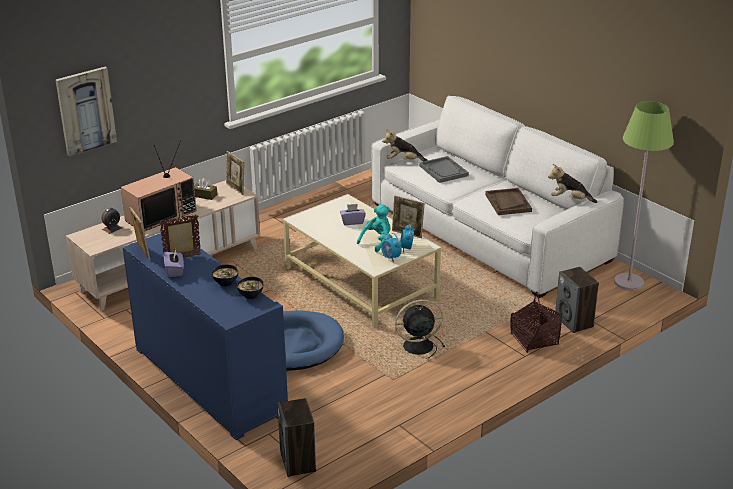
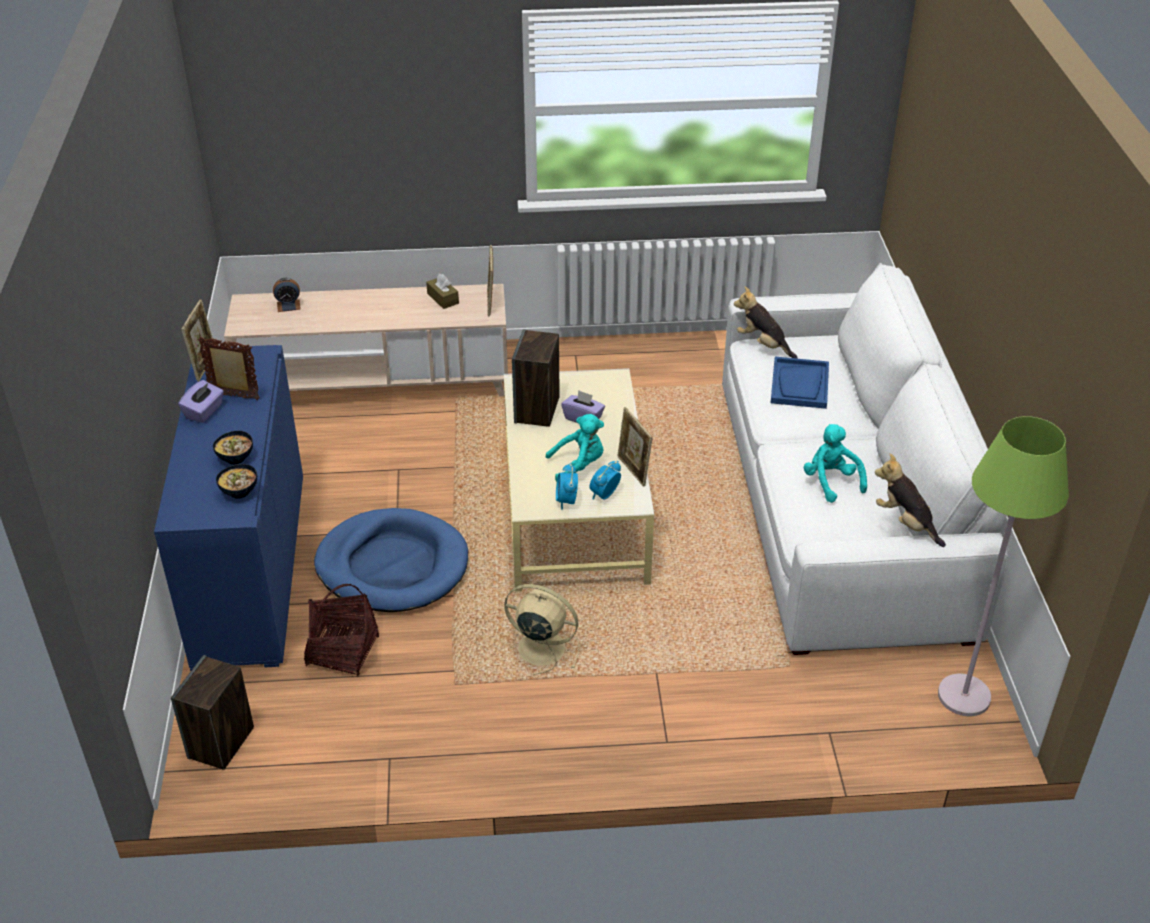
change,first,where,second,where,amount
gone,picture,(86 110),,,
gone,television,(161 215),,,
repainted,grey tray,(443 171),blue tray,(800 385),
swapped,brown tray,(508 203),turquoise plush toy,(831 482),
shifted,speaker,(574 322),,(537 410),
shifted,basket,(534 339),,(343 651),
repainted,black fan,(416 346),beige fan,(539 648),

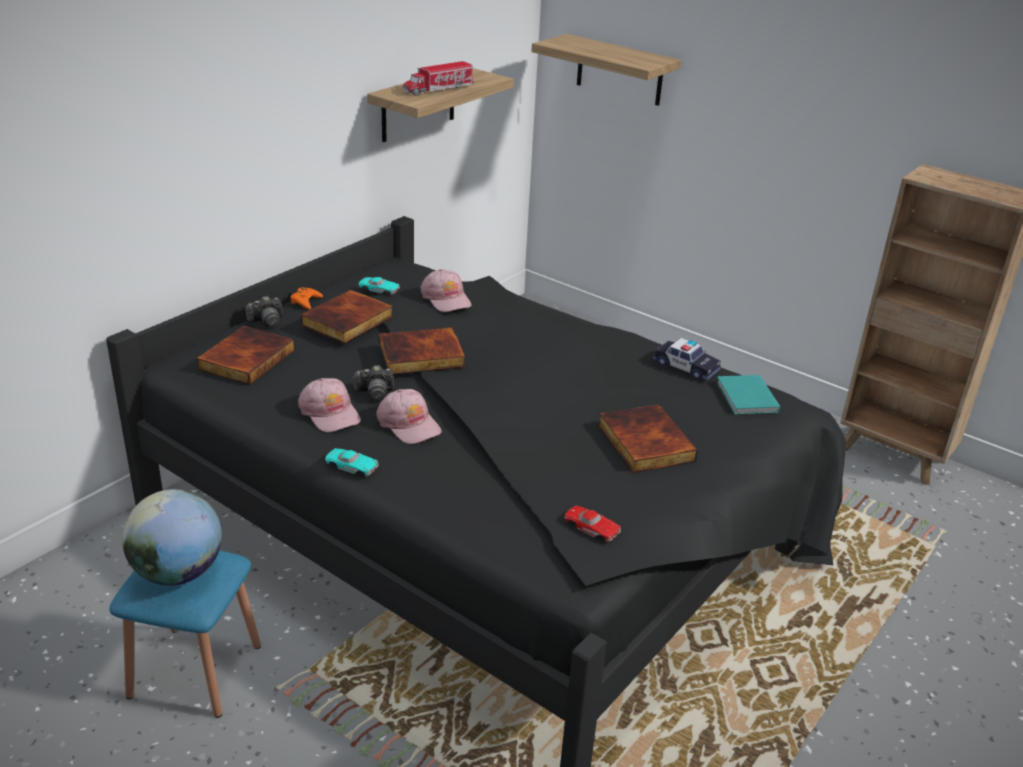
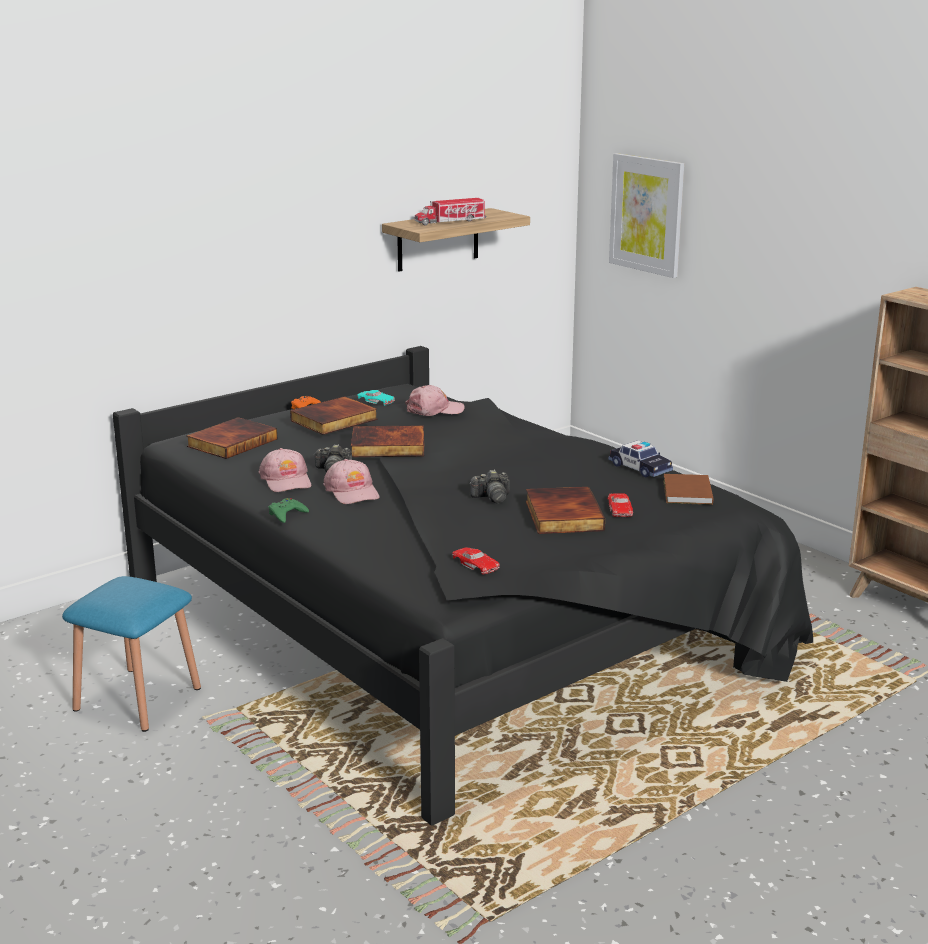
change,first,where,second,where,amount
swapped,shelf,(619 70),picture,(647 214),
rotated,pink cap,(446 299),,(434 410),90 degrees counterclockwise
shifted,photo camera,(267 321),,(492 498),
repainted,turquoise book,(746 398),brown book,(686 493),
swapped,turquoise toy car,(352 465),green game controller,(287 514),
gone,globe,(178 573),,,
new,,,red toy car,(619 508),

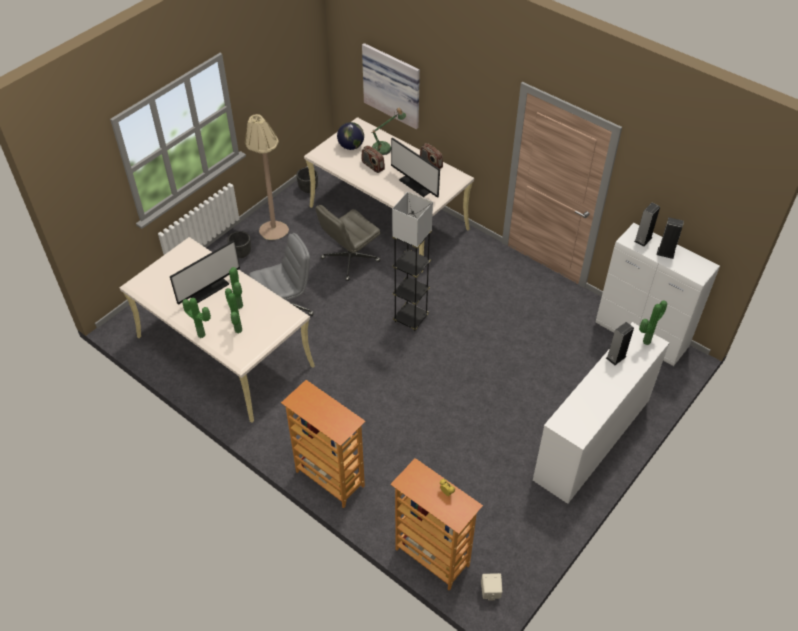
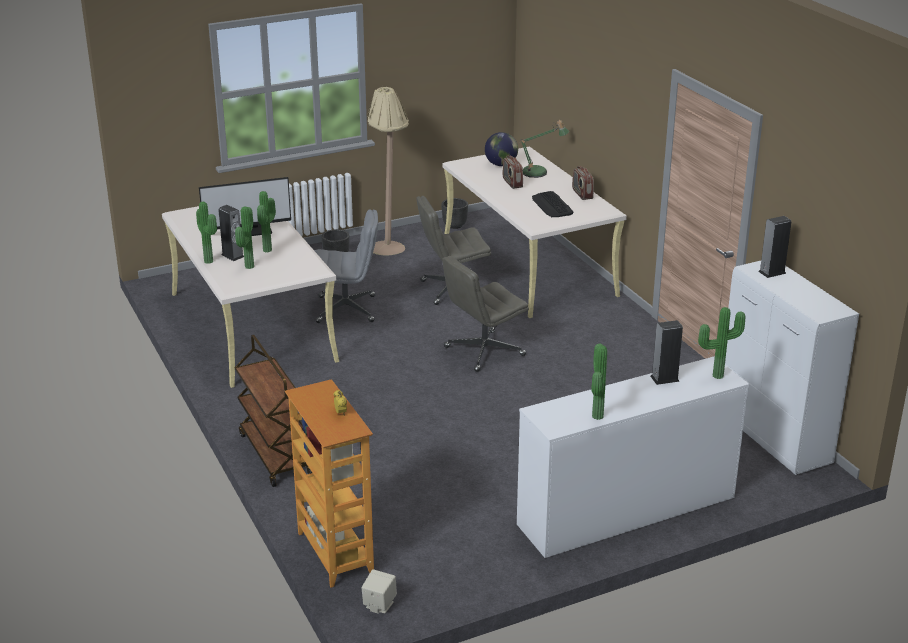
change,first,where,second,where,amount
gone,picture,(393 84),,,
swapped,monitor,(417 184),keyboard,(552 205),
swapped,grey floor lamp,(410 318),grey office chair,(483 352),
shifted,speaker,(665 253),,(232 255),
swapped,bookcase,(329 479),brown cart,(275 455),
new,,,potted plant,(595 416),

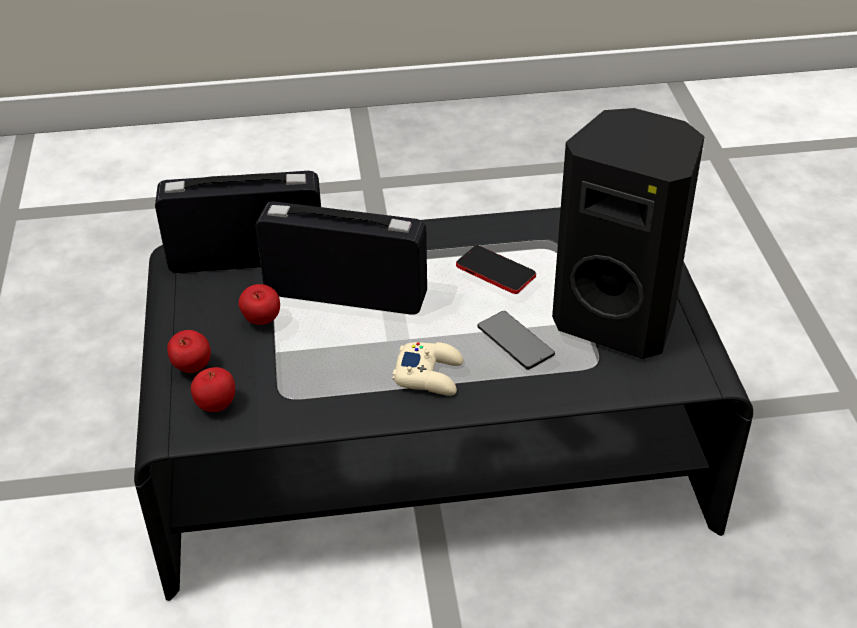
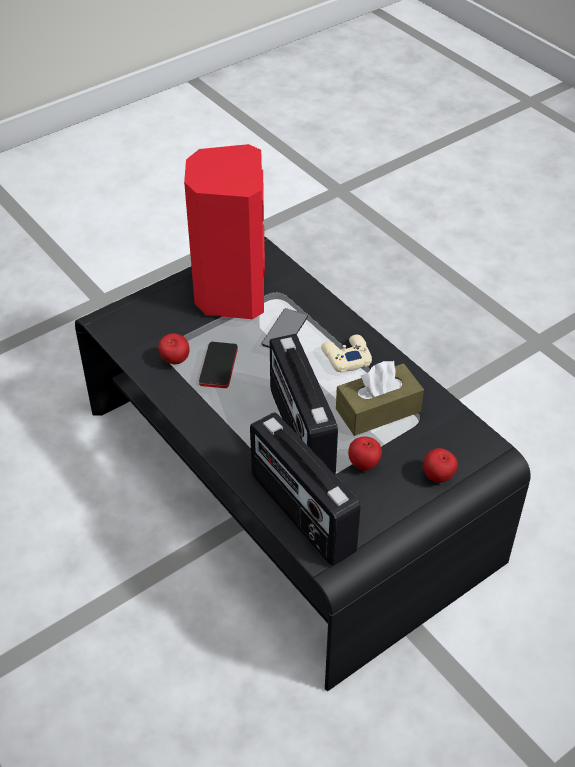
change,first,where,second,where,amount
repainted,black speaker,(618 319),red speaker,(229 294),
shifted,apple,(216 406),,(175 361),
new,,,brown tissue box,(378 410),

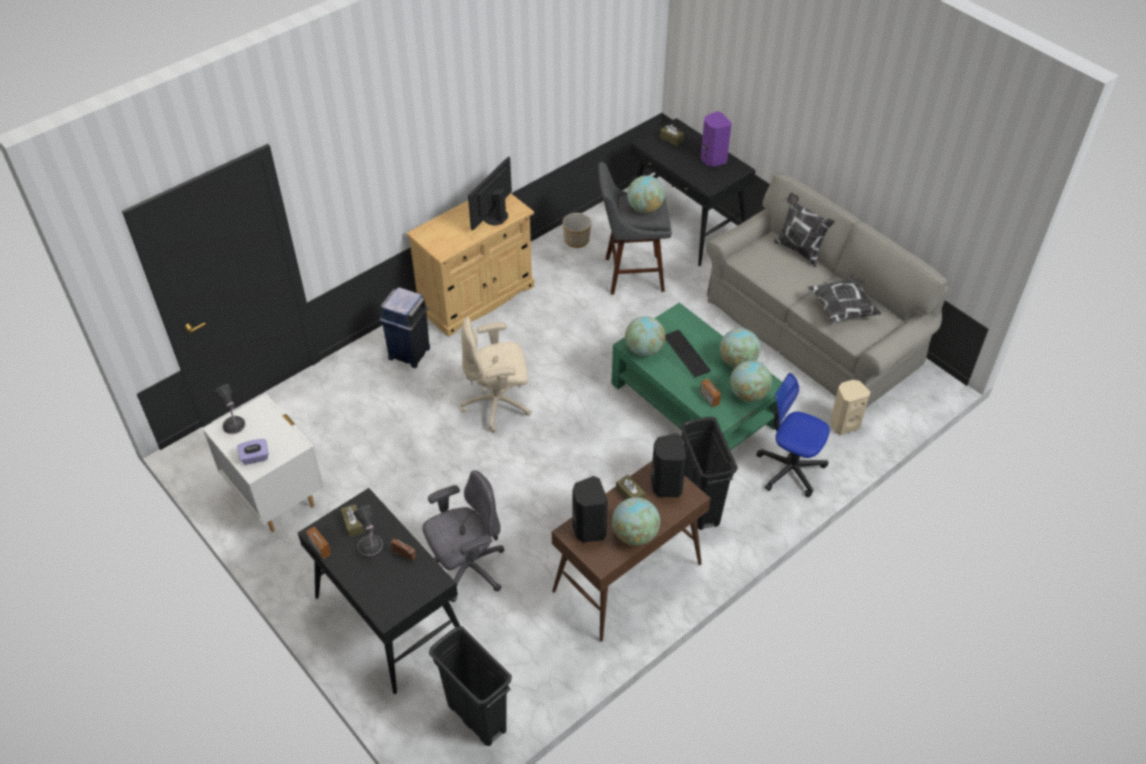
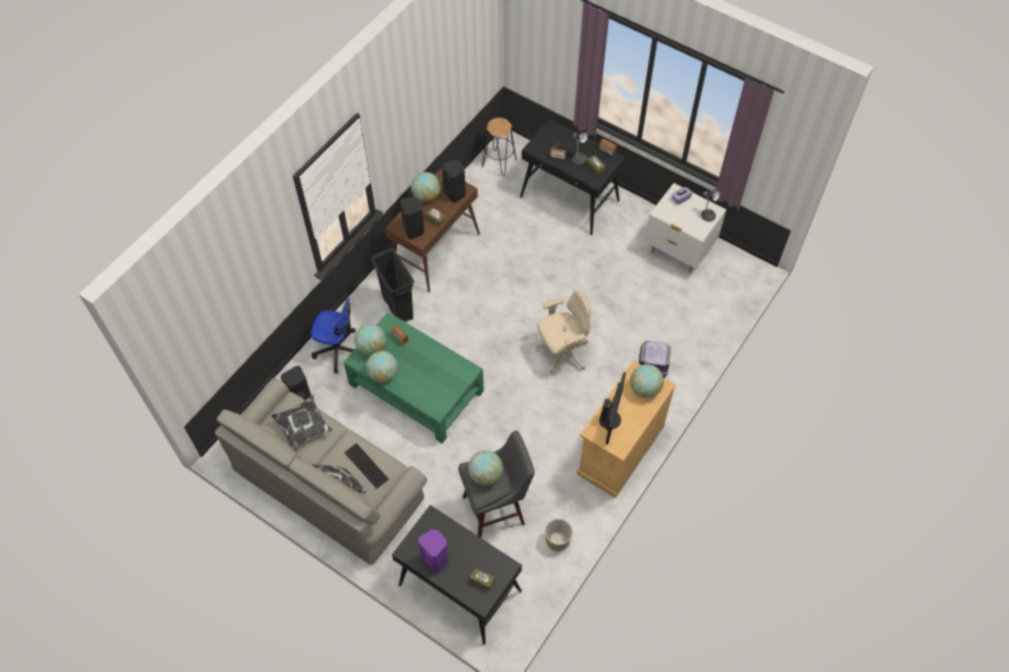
change,first,where,second,where,amount
shifted,globe,(644 350),,(645 389),
shifted,keyboard,(687 352),,(366 467),
repainted,beige speaker,(844 424),black speaker,(300 396),
gone,grey office chair,(467 569),,,
swapped,black trash can,(476 717),black stool,(499 163),

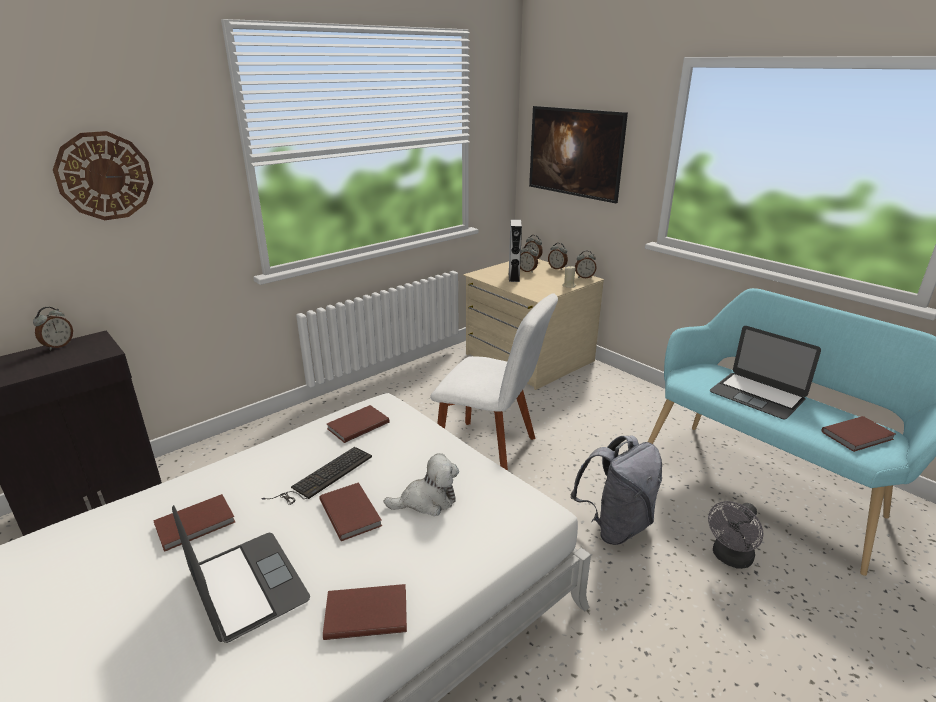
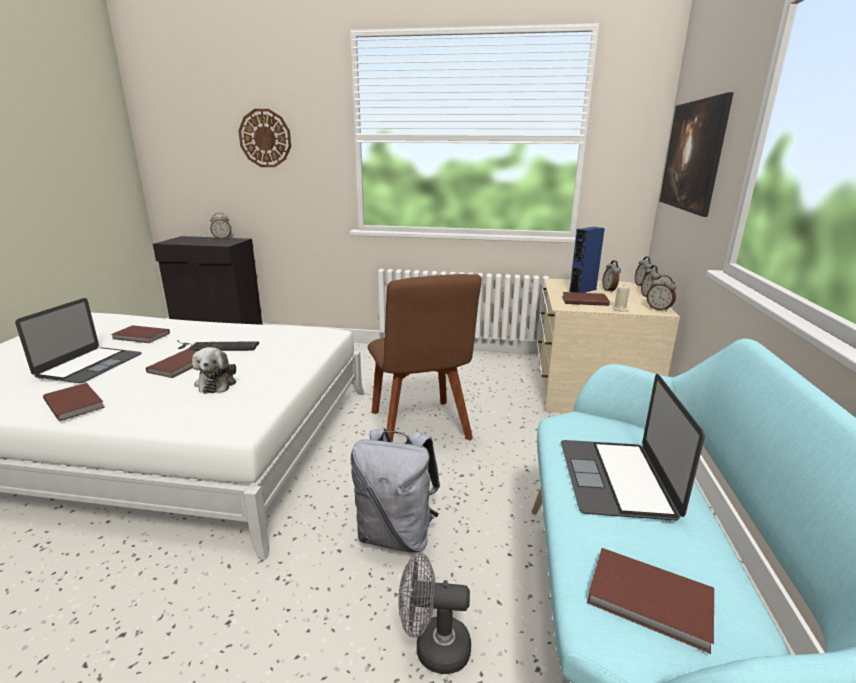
change,first,where,second,where,amount
repainted,grey speaker,(514 277),blue speaker,(582 290),
repainted,white chair,(491 452),brown chair,(420 428),
shifted,brown book,(357 425),,(584 300),
rotated,plush toy,(427 501),,(217 383),45 degrees clockwise

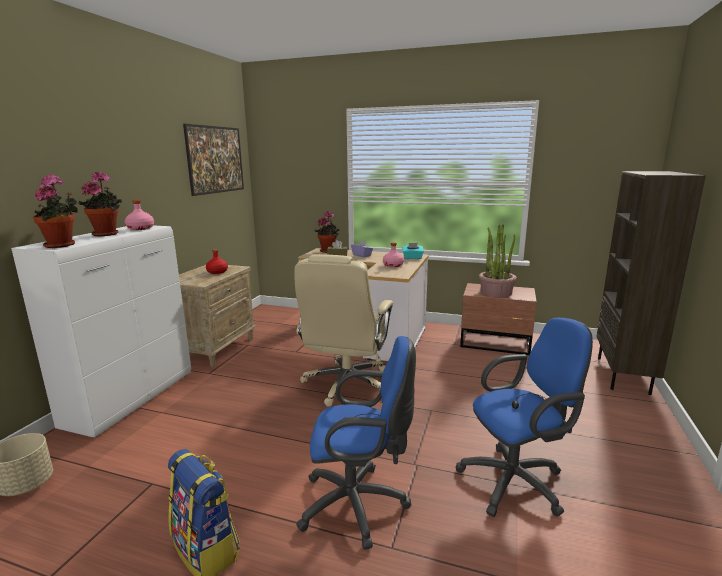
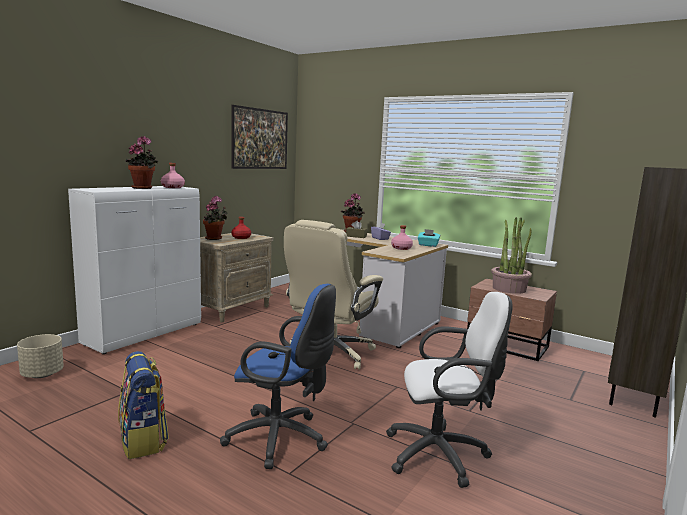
change,first,where,second,where,amount
shifted,potted plant,(62 245),,(215 238),
repainted,blue office chair,(517 481),white office chair,(442 455),

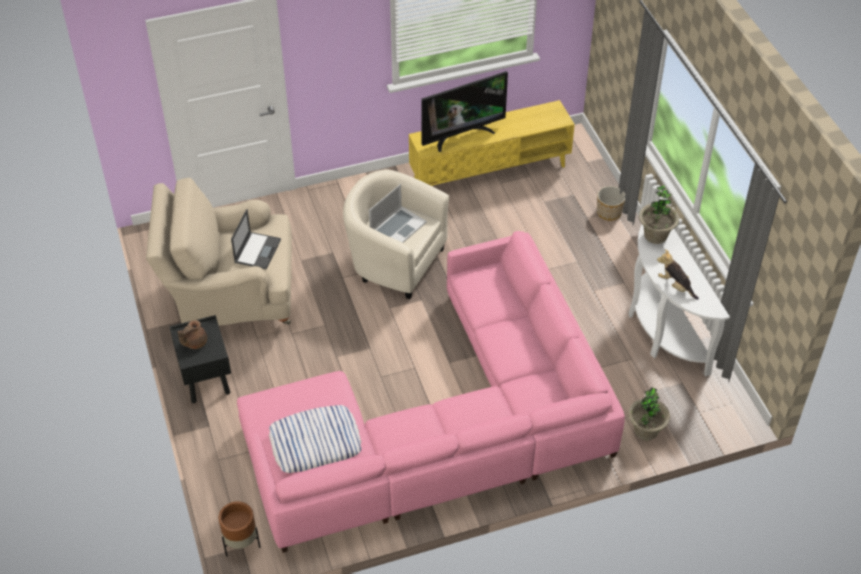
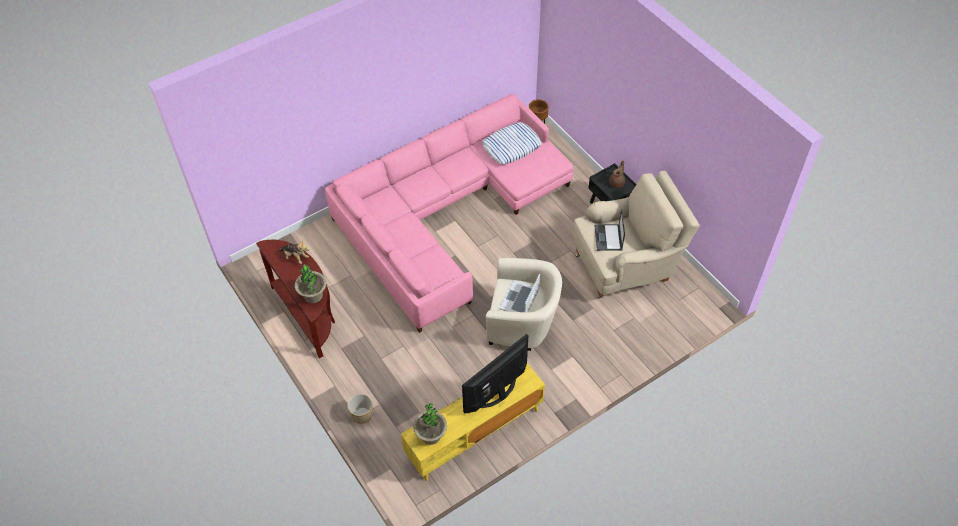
change,first,where,second,where,amount
repainted,white console table,(662 329),brown console table,(308 315),
shifted,potted plant,(645 430),,(431 435),

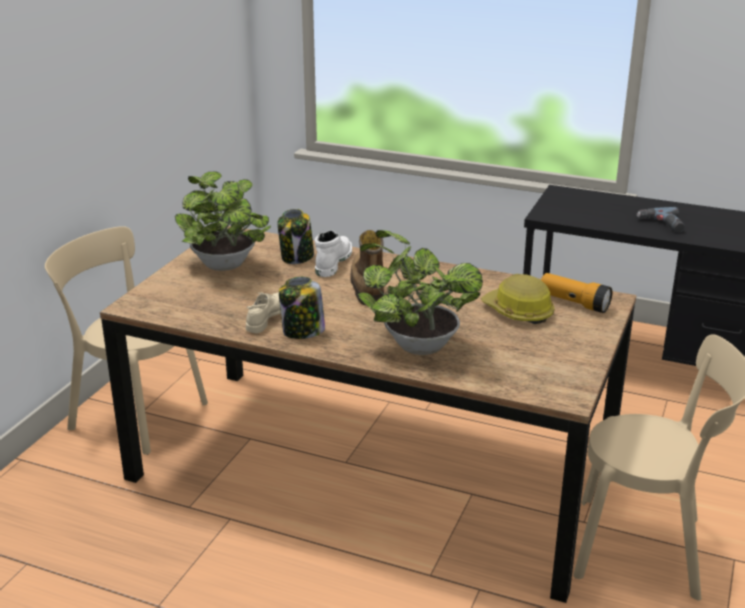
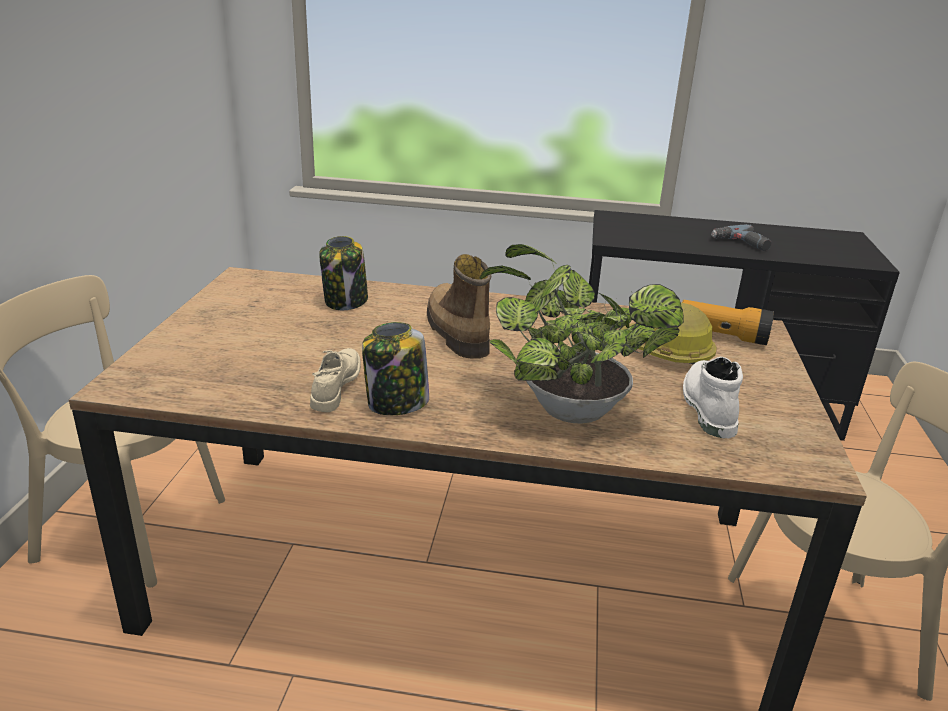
change,first,where,second,where,amount
gone,potted plant,(226 267),,,
shifted,white boot,(332 262),,(707 407),

